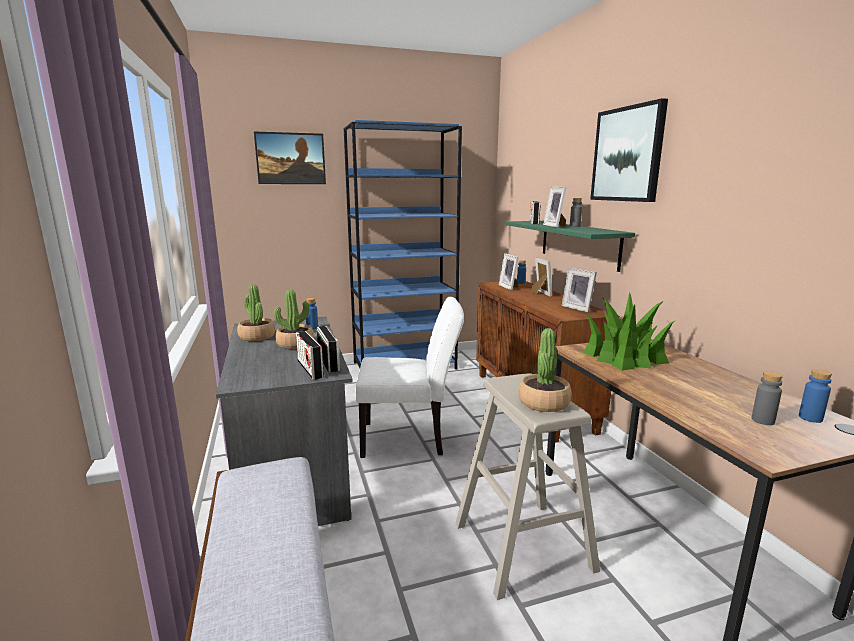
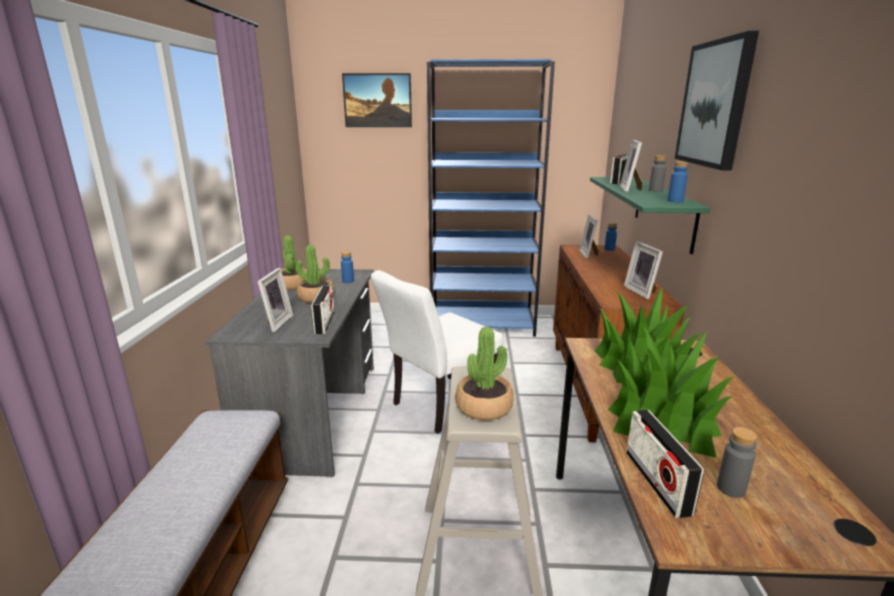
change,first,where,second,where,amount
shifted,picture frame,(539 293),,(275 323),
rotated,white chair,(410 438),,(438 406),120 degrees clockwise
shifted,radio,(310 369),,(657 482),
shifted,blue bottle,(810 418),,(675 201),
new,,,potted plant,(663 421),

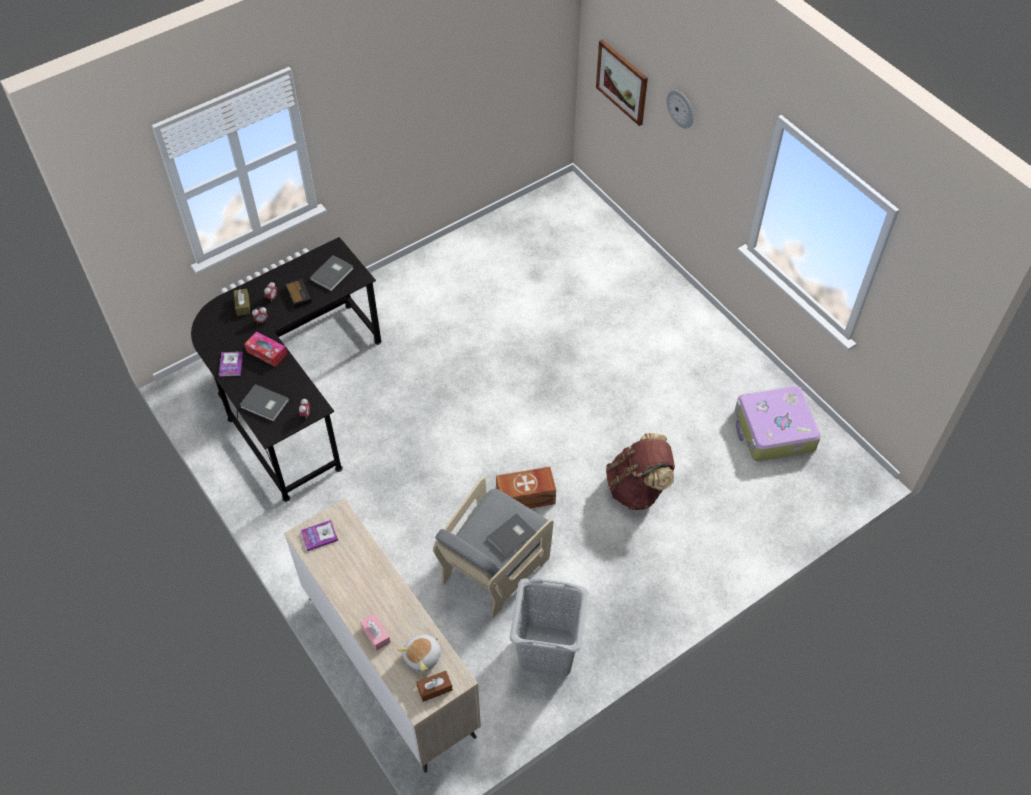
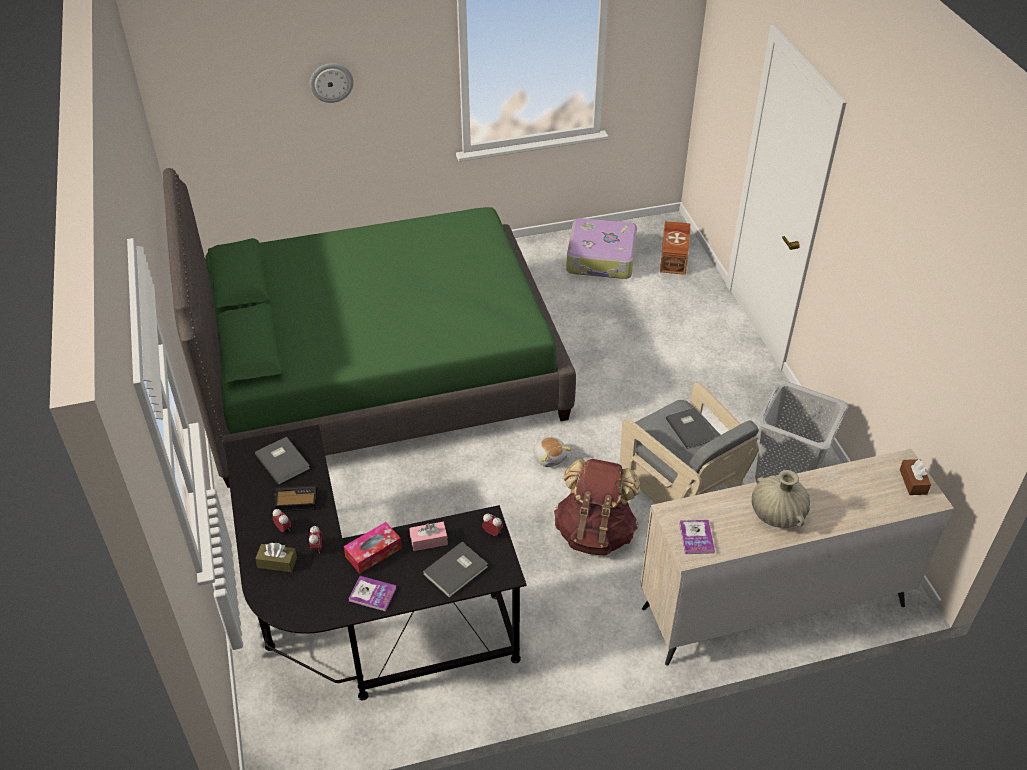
change,first,where,second,where,amount
gone,picture,(622 82),,,
shifted,brown backpack,(637 488),,(595 532),
shifted,brown storage box,(526 497),,(674 257),
shifted,pink tissue box,(376 634),,(429 541),
shifted,plush toy,(423 657),,(550 457),
new,,,green bed,(378 371),
new,,,beige vase,(777 514),

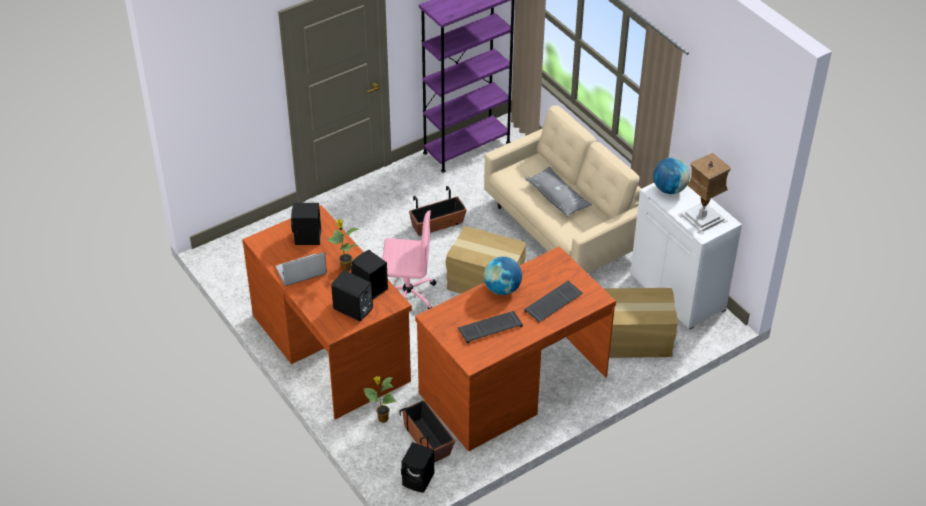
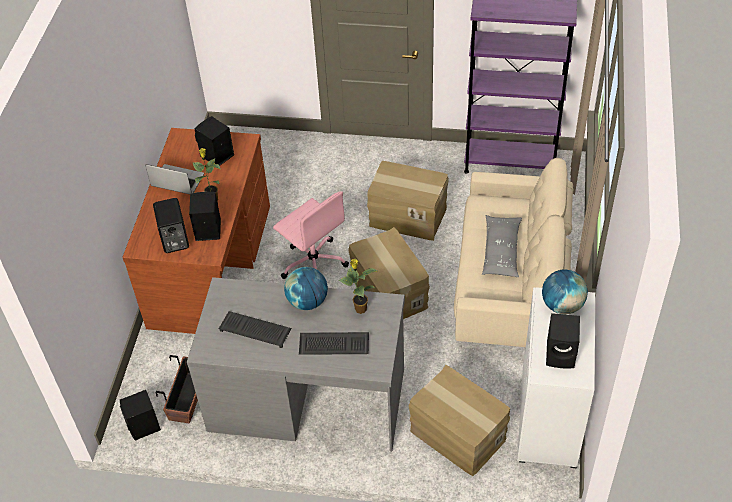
change,first,where,second,where,amount
swapped,table lamp,(702 217),black speaker,(561 355),
swapped,planter,(437 224),cardboard box,(408 215),
repainted,brown desk,(512 384),grey desk,(306 398),
shifted,potted plant,(382 419),,(360 308),

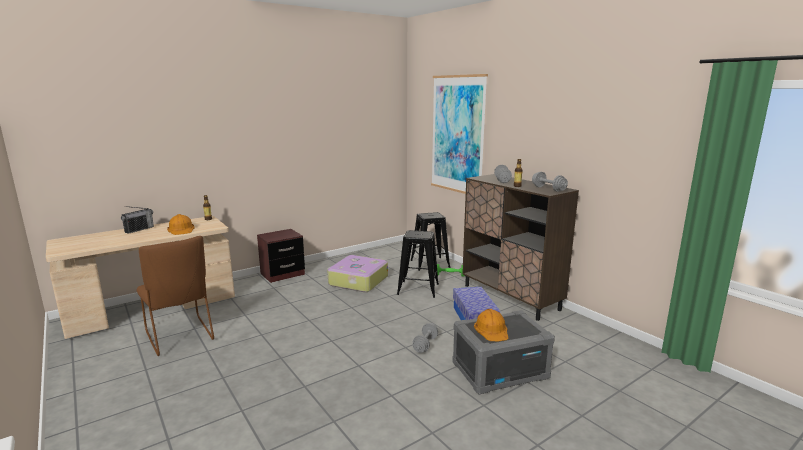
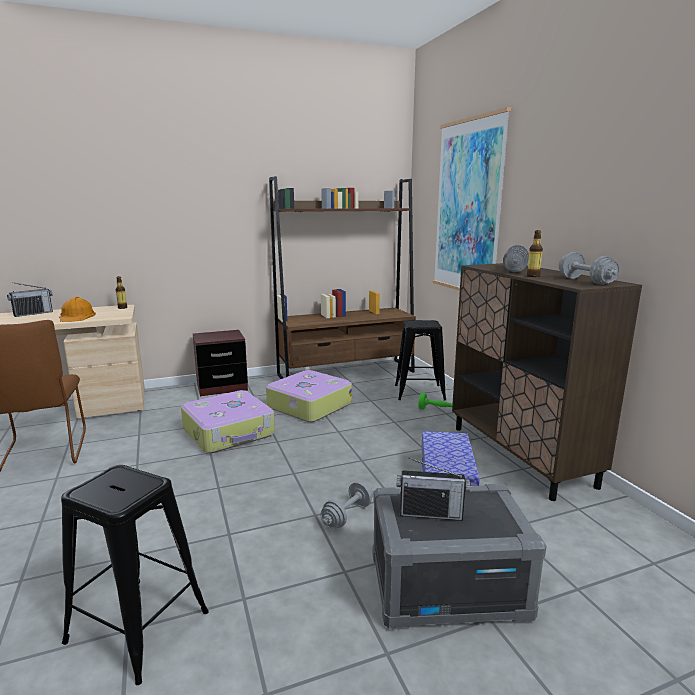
change,first,where,second,where,amount
shifted,black stool,(418 289),,(138 626),
swapped,orange hard hat,(492 329),radio,(431 513),
new,,,brown bookcase,(346 373),
new,,,suitcase,(229 432),

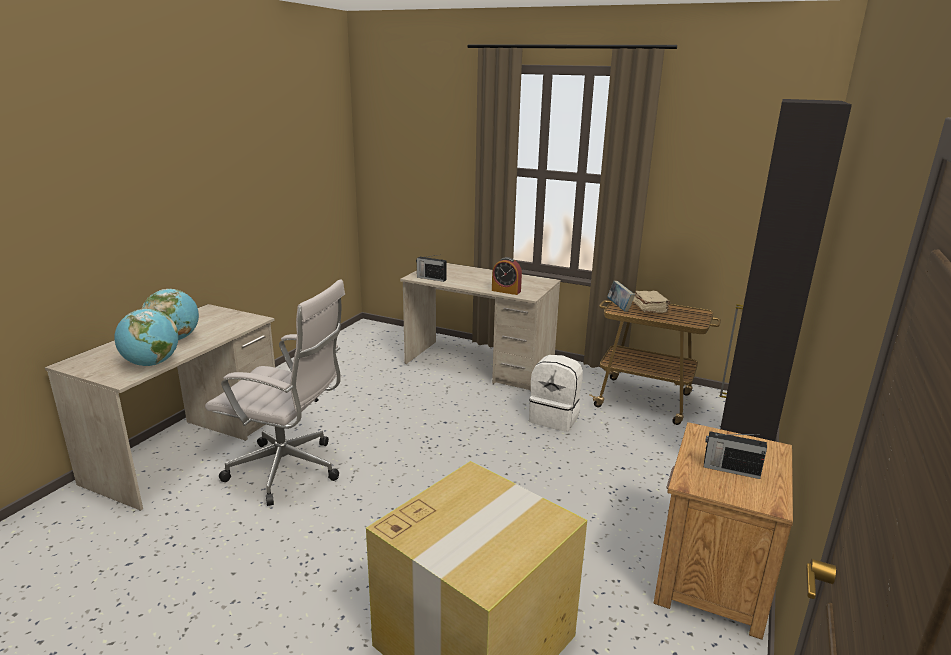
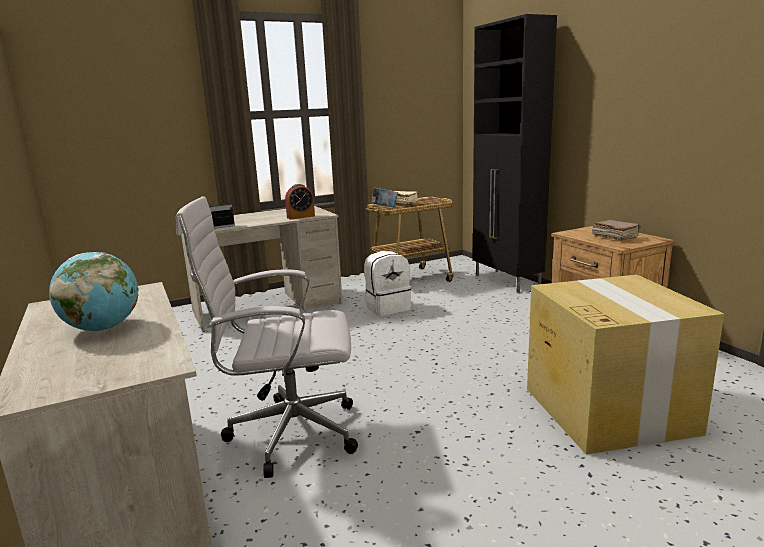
change,first,where,second,where,amount
rotated,white office chair,(290 471),,(287 434),150 degrees counterclockwise
gone,globe,(151 364),,,
swapped,radio,(730 469),brown book,(614 237),

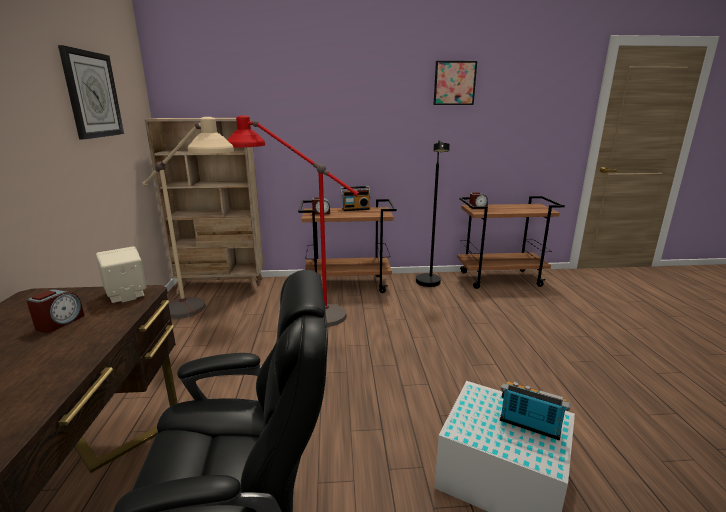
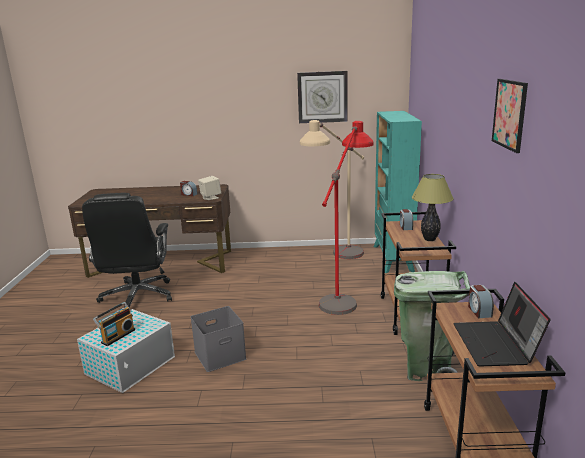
change,first,where,second,where,amount
repainted,beige bookcase,(221 286),turquoise bookcase,(392 258),
swapped,black floor lamp,(429 285),green trash can,(427 369),
swapped,radio,(355 209),table lamp,(430 239),
new,,,laptop,(496 345),
new,,,grey storage box,(220 354),

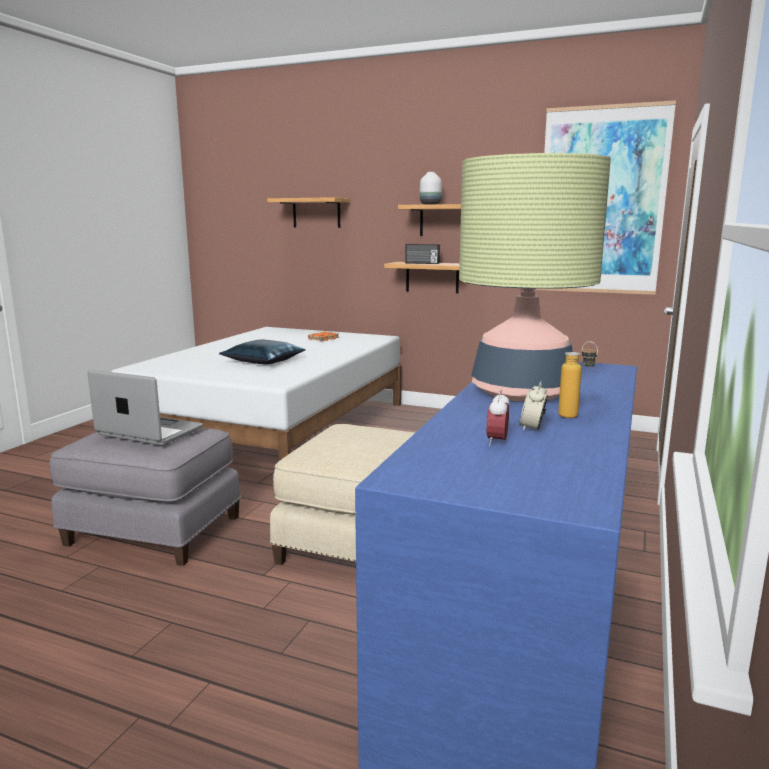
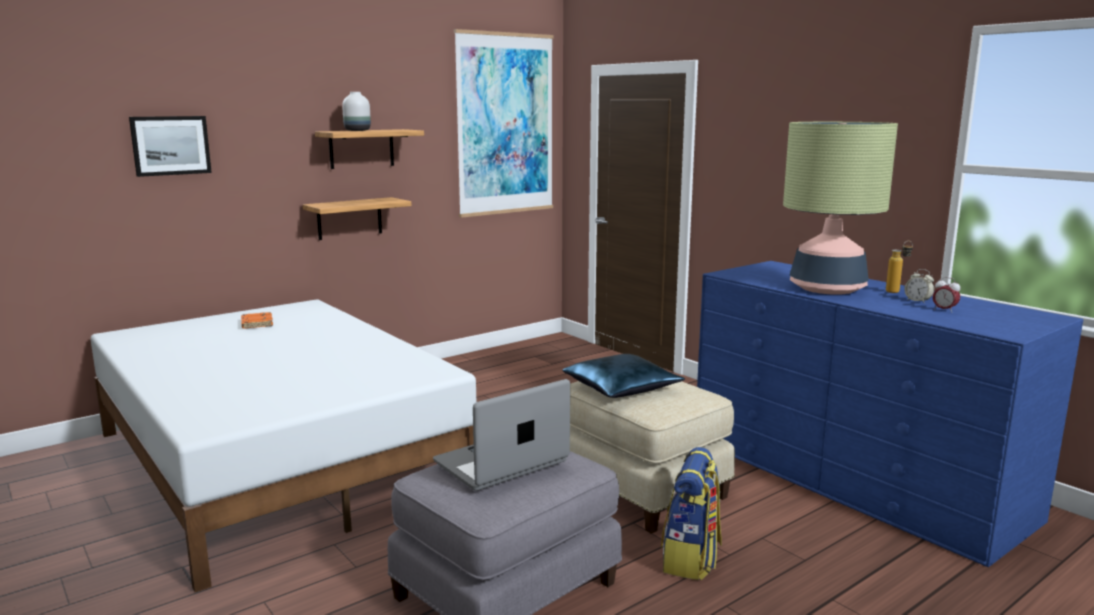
change,first,where,second,where,amount
swapped,shelf,(316 213),picture,(170 145),
gone,radio,(422 263),,,
shifted,blue pillow,(264 361),,(621 388),
new,,,backpack,(691 559),

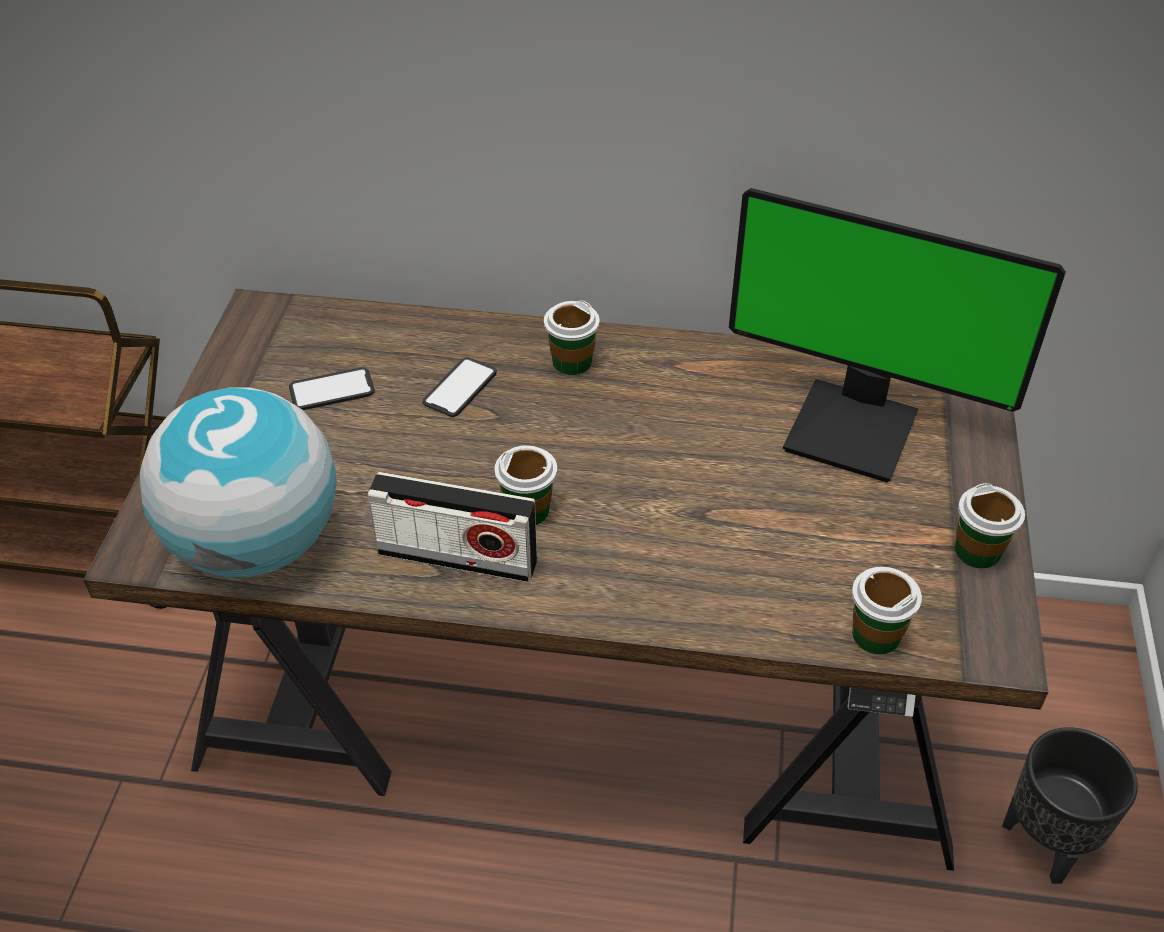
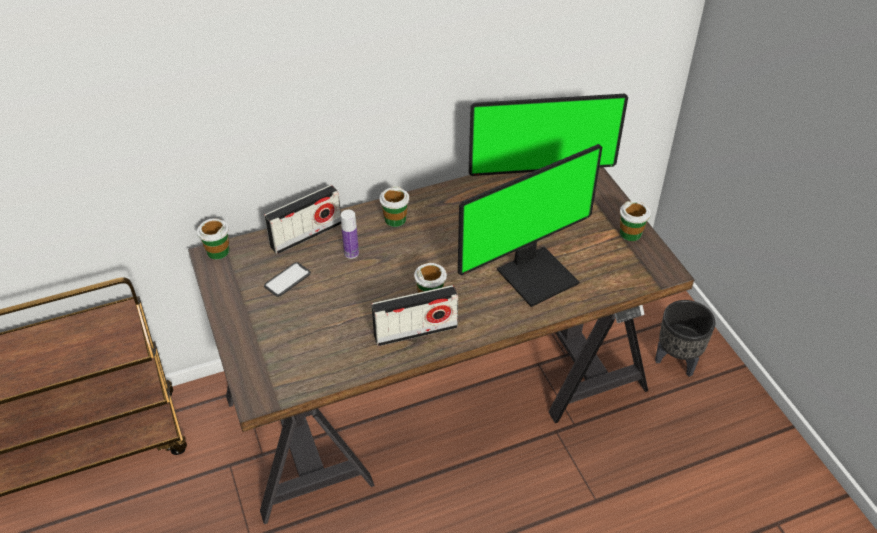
change,first,where,second,where,amount
swapped,phone,(460 388),bottle,(351 253),
gone,globe,(256 543),,,
shifted,cup,(875 634),,(218 251),
new,,,monitor,(536 274),
new,,,radio,(306 235),

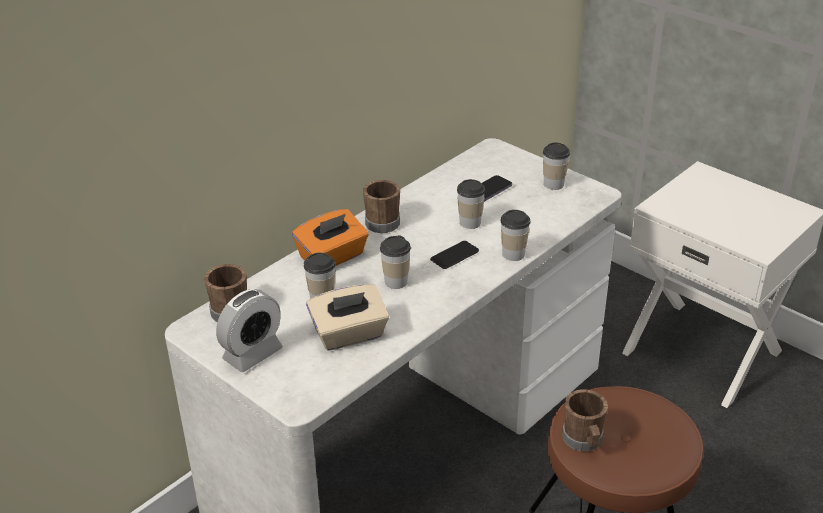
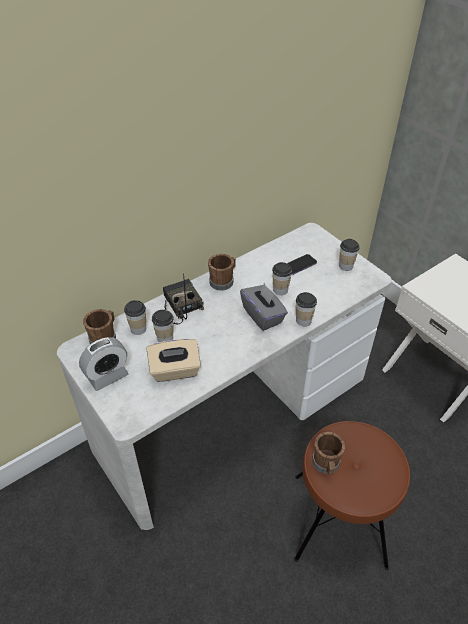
change,first,where,second,where,amount
swapped,orange tissue box,(332 257),radio,(181 305),
shifted,cup,(396 282),,(138 329),
swapped,phone,(454 255),grey tissue box,(263 316),

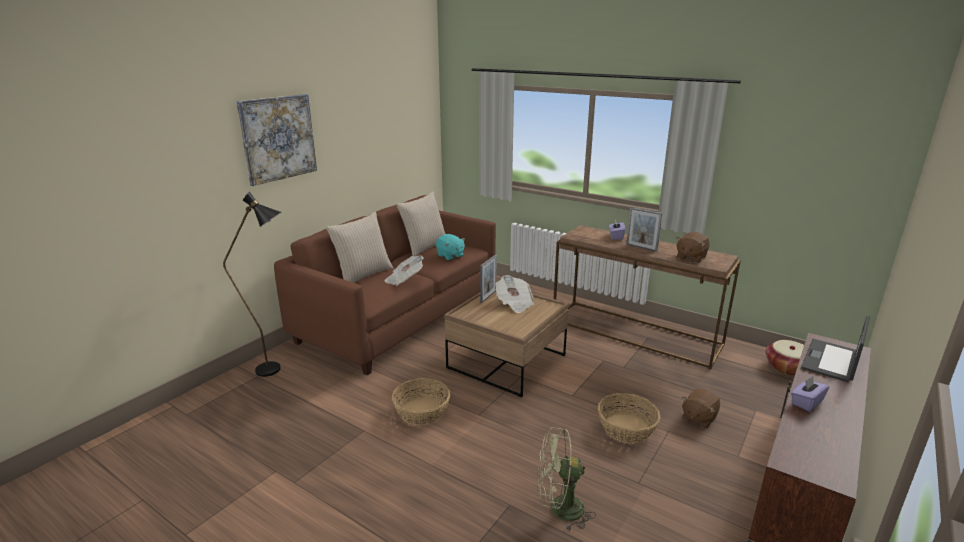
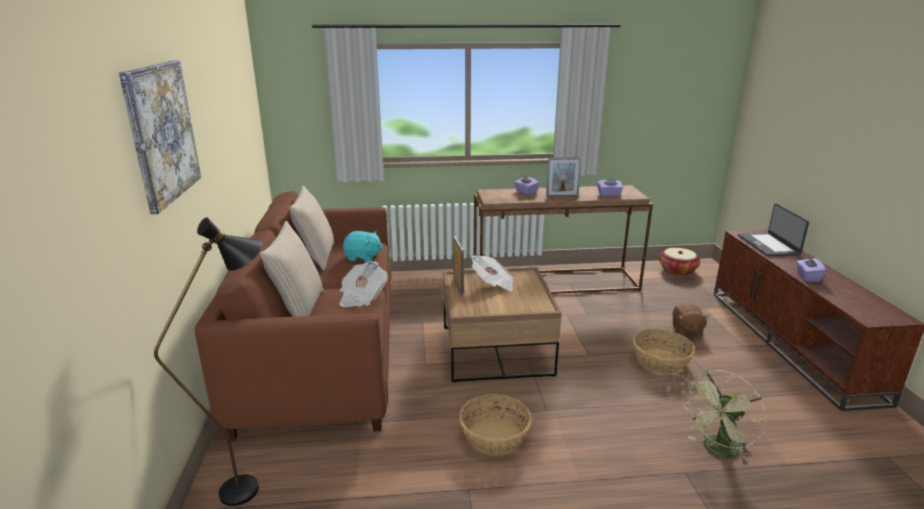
change,first,where,second,where,amount
swapped,brown plush toy,(690 258),purple tissue box,(609 194),

